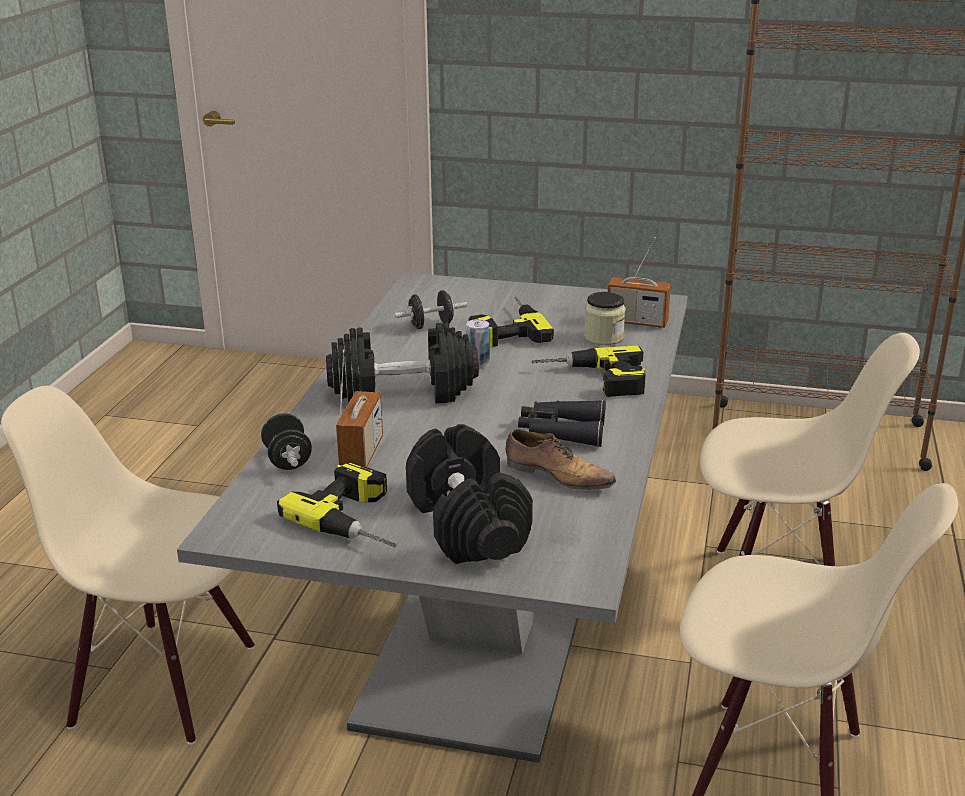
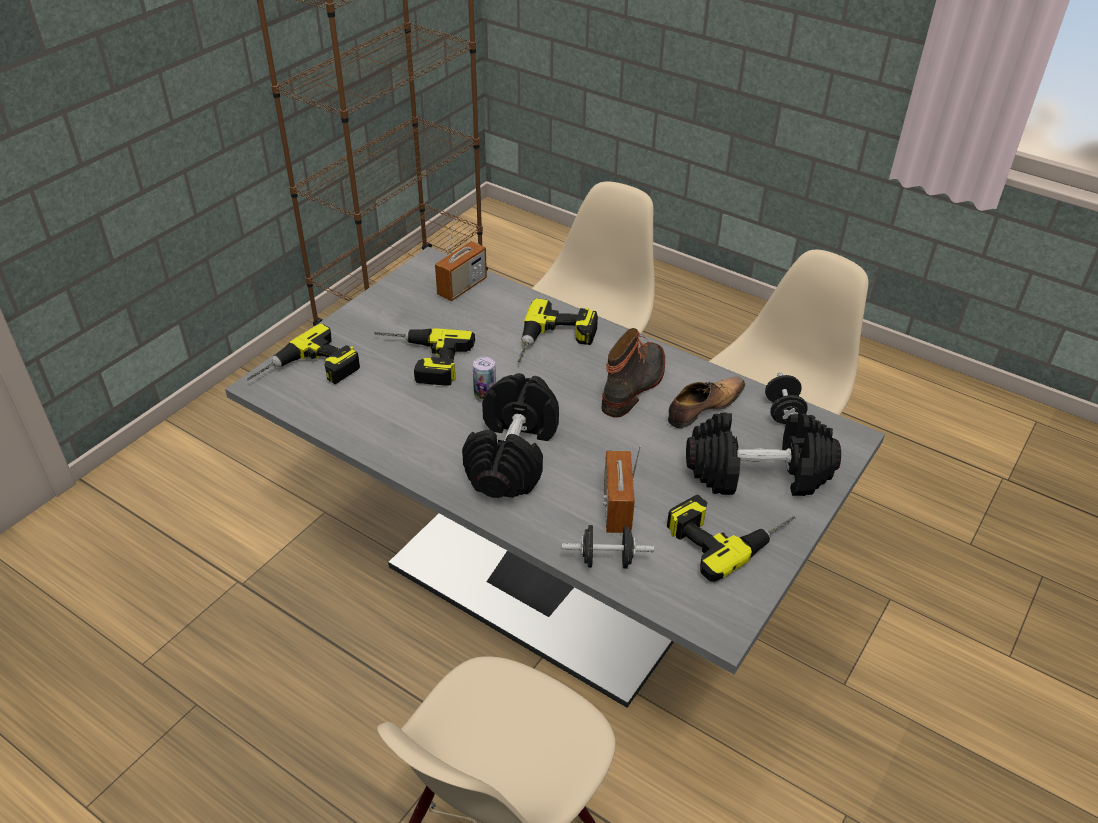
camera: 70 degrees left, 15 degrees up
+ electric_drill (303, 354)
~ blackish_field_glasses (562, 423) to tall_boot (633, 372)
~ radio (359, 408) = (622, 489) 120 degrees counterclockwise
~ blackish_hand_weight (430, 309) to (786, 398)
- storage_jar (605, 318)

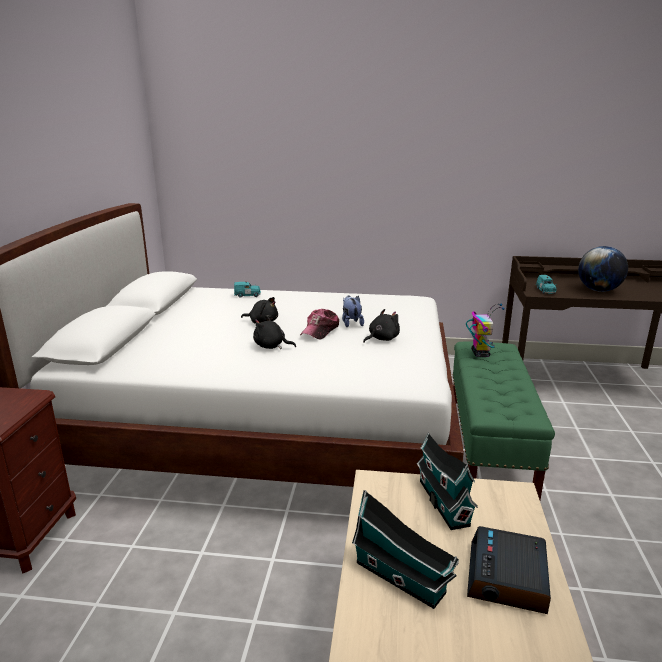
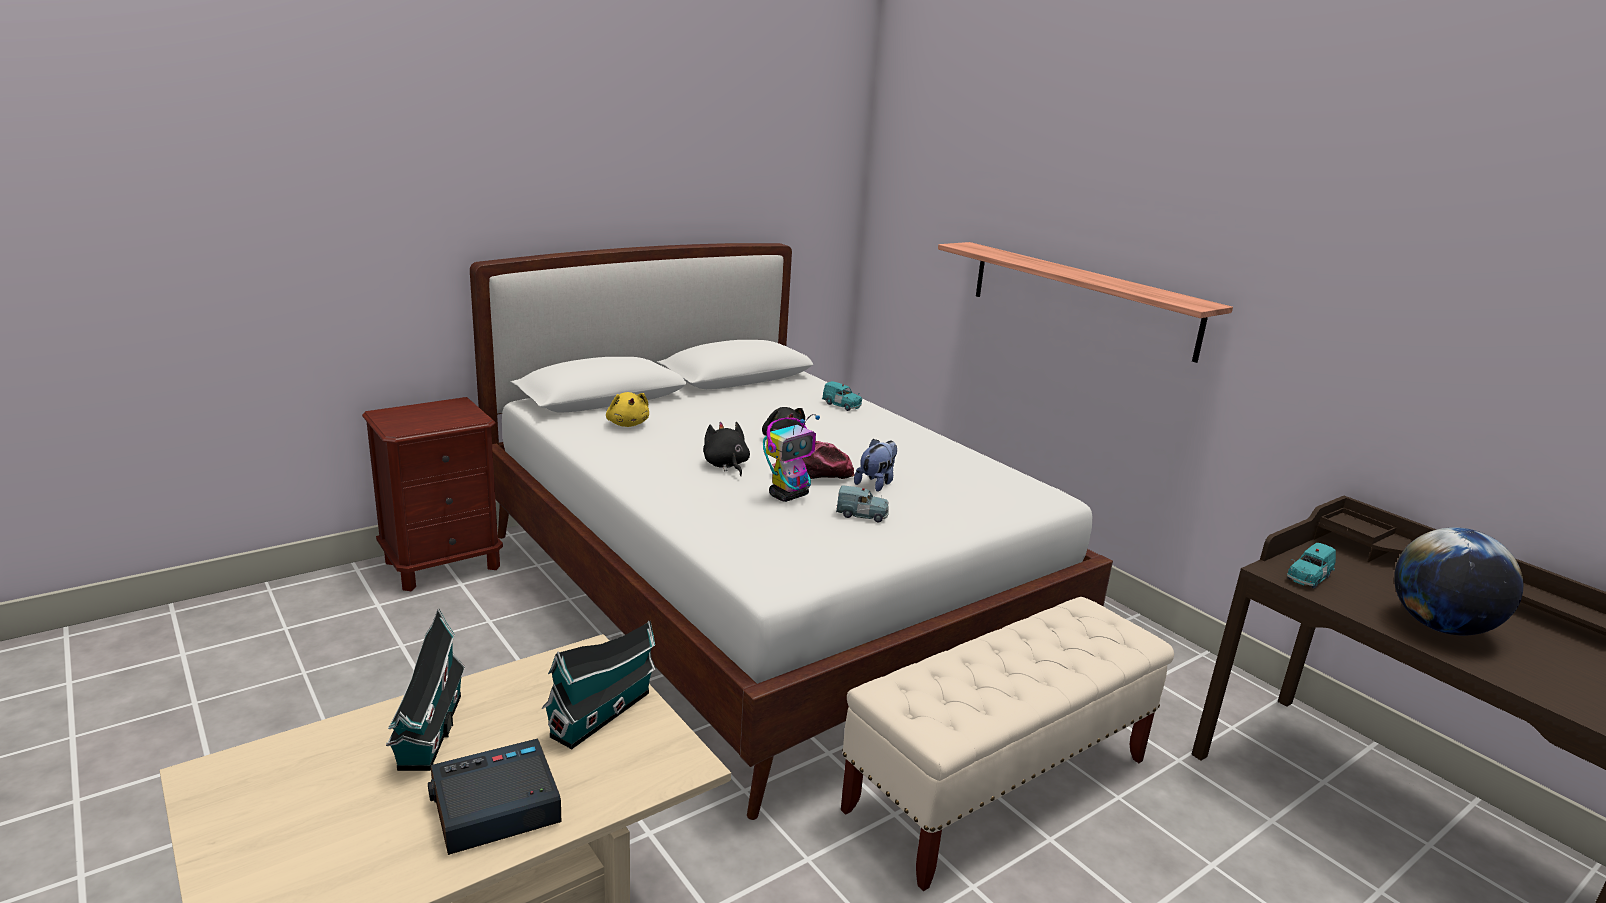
camera: 45 degrees right, 0 degrees up
+ yellow_plush_toy (627, 409)
~ model_robot (485, 330) to (791, 458)
~ blackish_plush_toy (381, 326) to bluish_toy_car (862, 503)
~ greenish_indoor_bench (503, 420) to beige_indoor_bench (1007, 744)
+ wall_shelf (1085, 302)

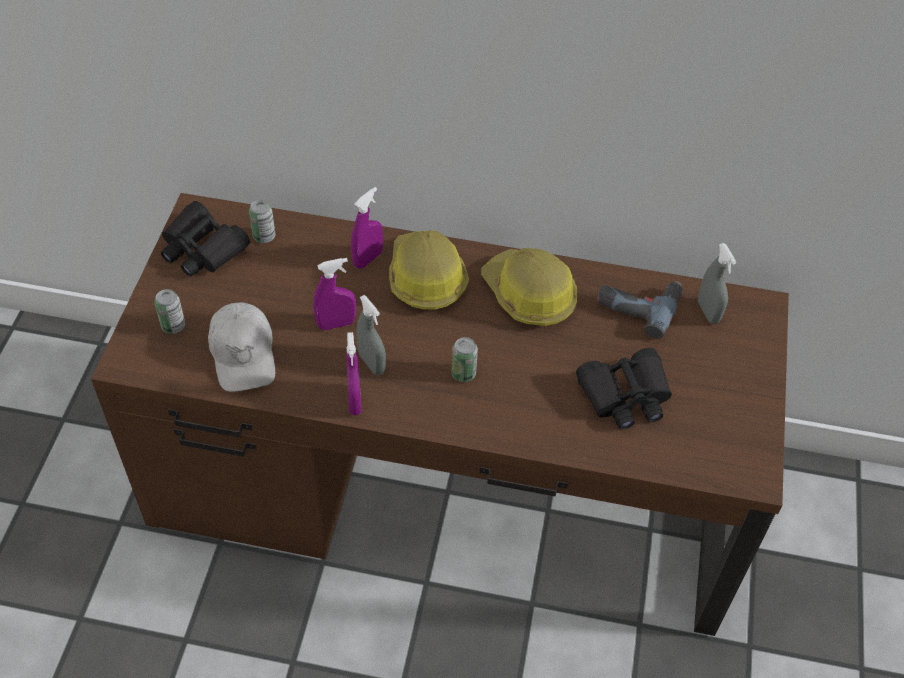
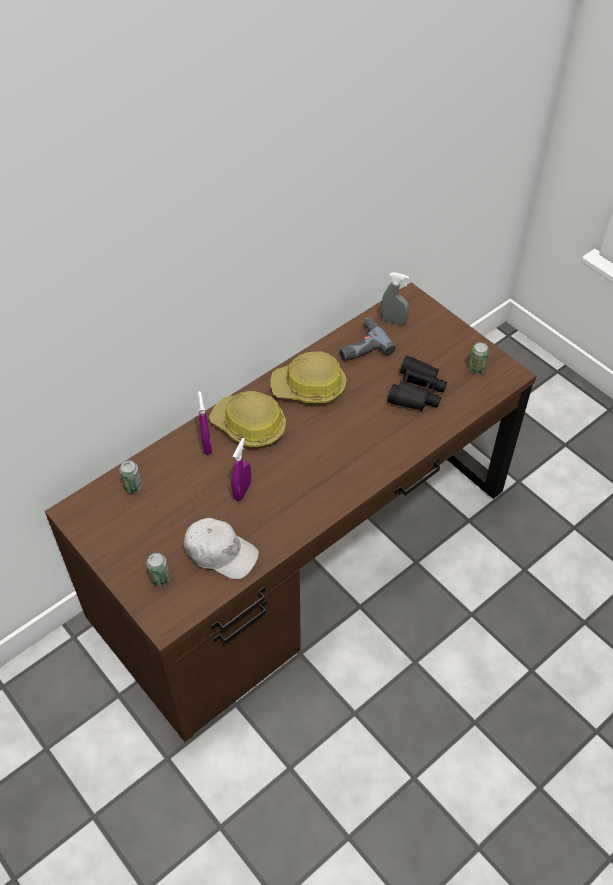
camera: 50 degrees left, 0 degrees up
~ sealed_can (464, 359) to (479, 358)
- blackish_field_glasses (205, 239)
- purple-coloured_hand_sprayer (354, 373)
- greyish_hand_sprayer (371, 335)

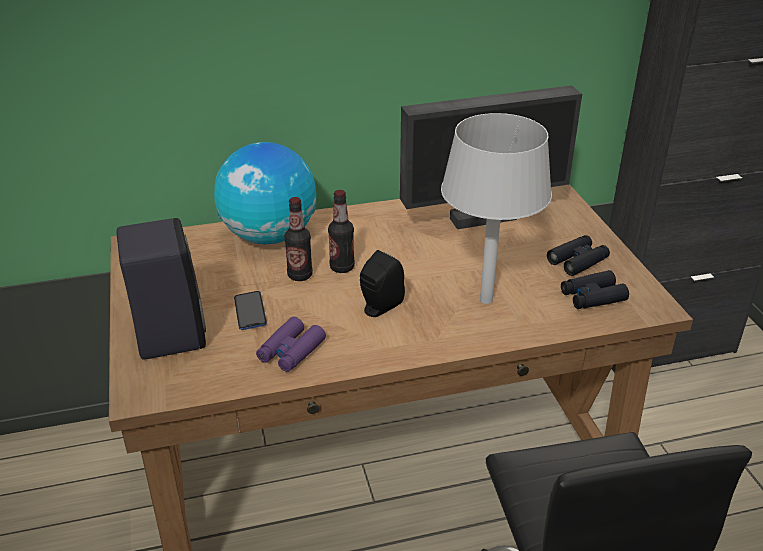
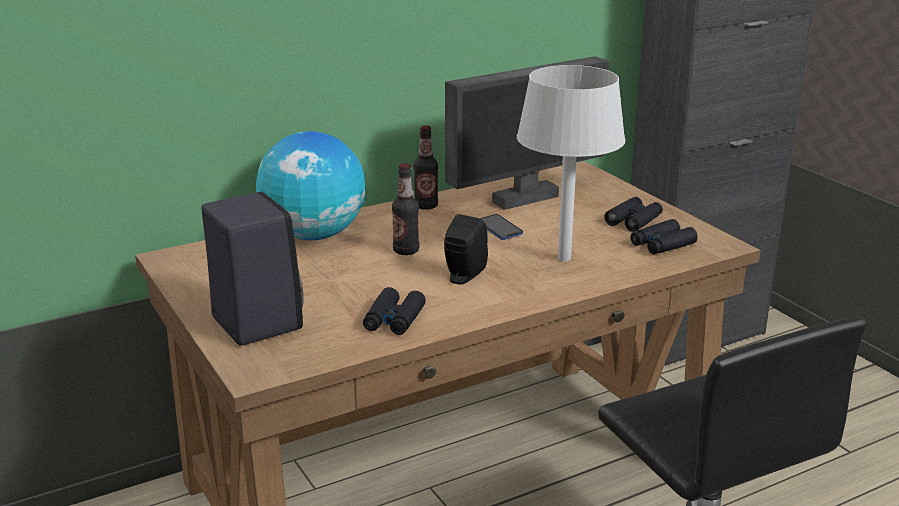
camera: 15 degrees left, 10 degrees down
~ purple-coloured_field_glasses (291, 344) to blackish_field_glasses (394, 311)
~ drink_bottle (298, 239) to (426, 167)
~ handset (250, 310) to (501, 227)

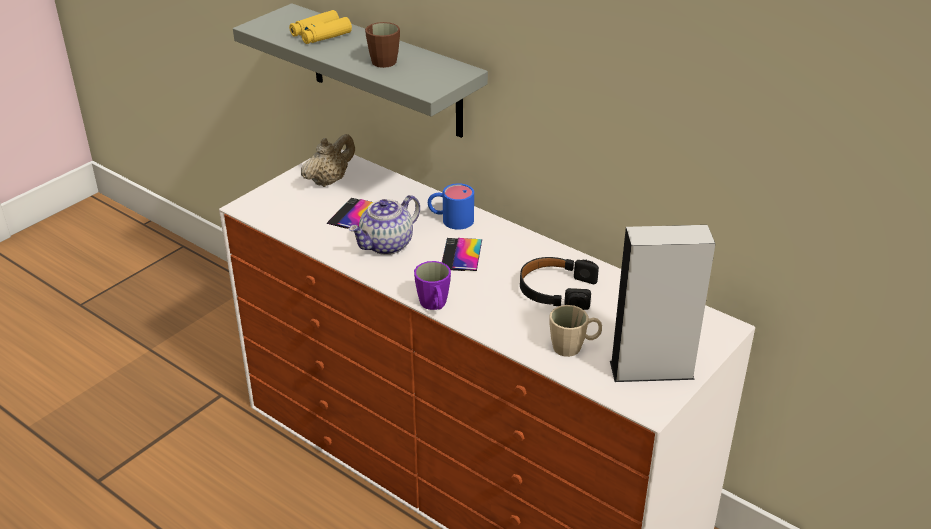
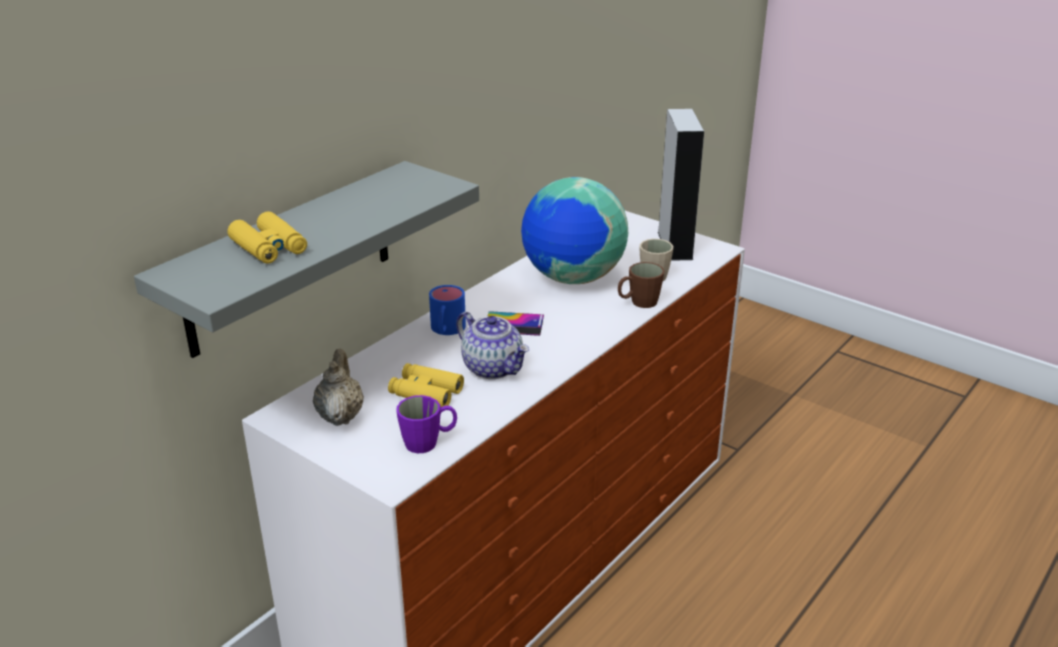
camera: 90 degrees left, 5 degrees down
~ beige_tea_pot (328, 160) = (338, 387) 45 degrees clockwise
~ handset (350, 213) to yellow_field_glasses (426, 385)
~ purple-coloured_mug (432, 285) to (426, 424)
~ blackish_headset (559, 283) to globe (574, 230)
~ brown_mug (382, 45) to (641, 285)

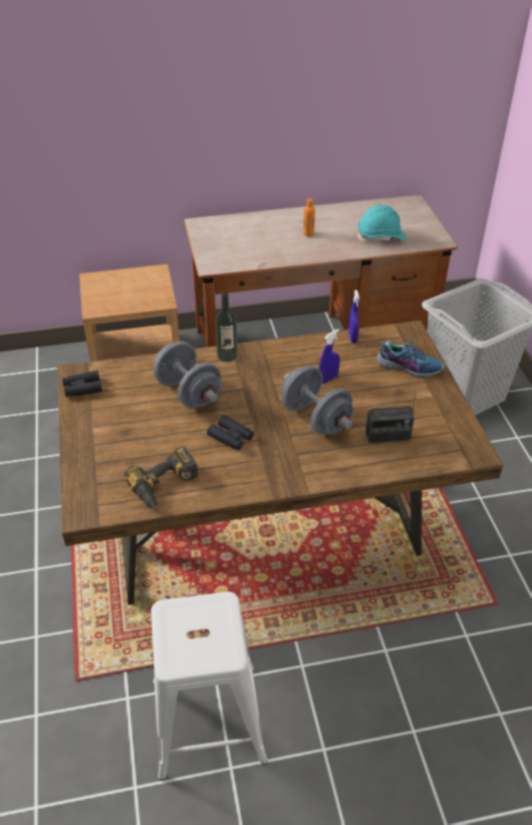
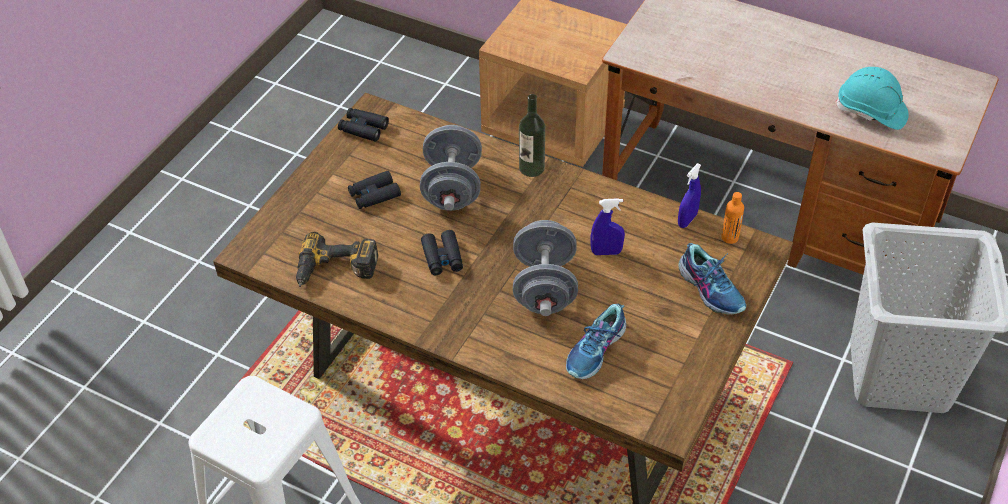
camera: 40 degrees right, 5 degrees up
+ blackish_field_glasses (374, 190)
~ radio (391, 416) to low_shoe (596, 341)
~ orangey_drink_bottle (309, 217) to (732, 218)

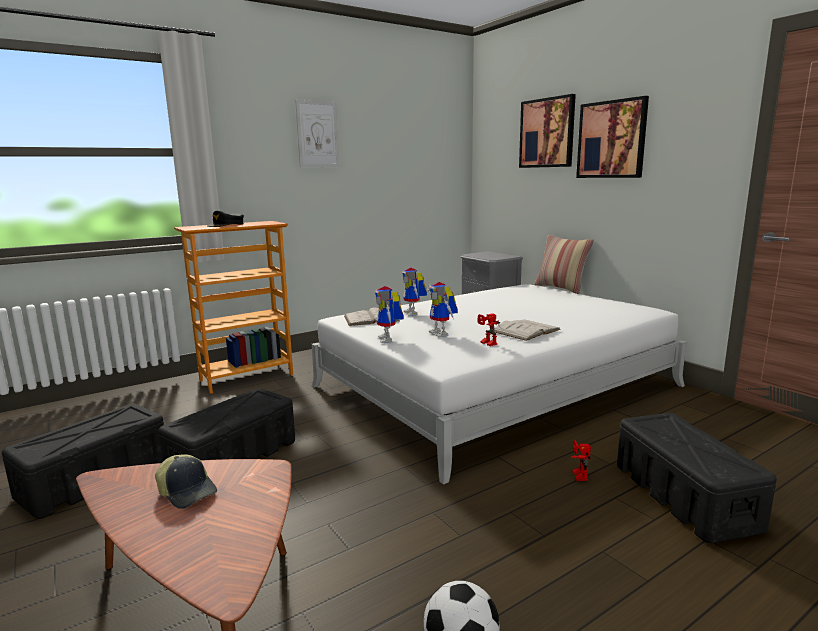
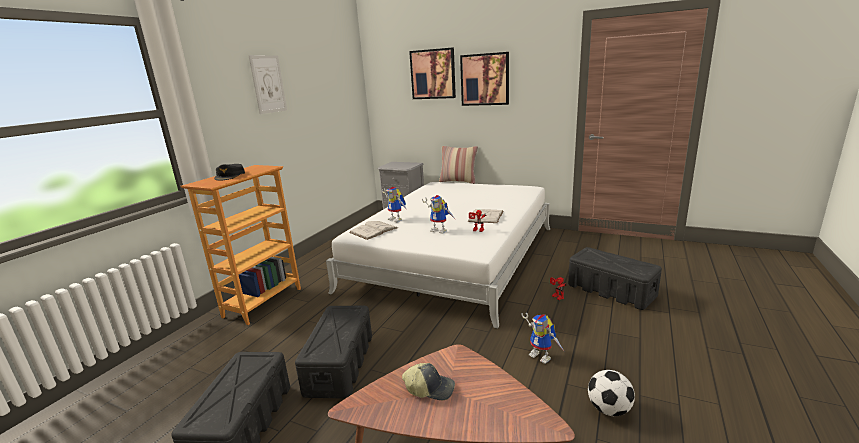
camera: 30 degrees left, 5 degrees up
~ model_robot (389, 314) to (542, 338)

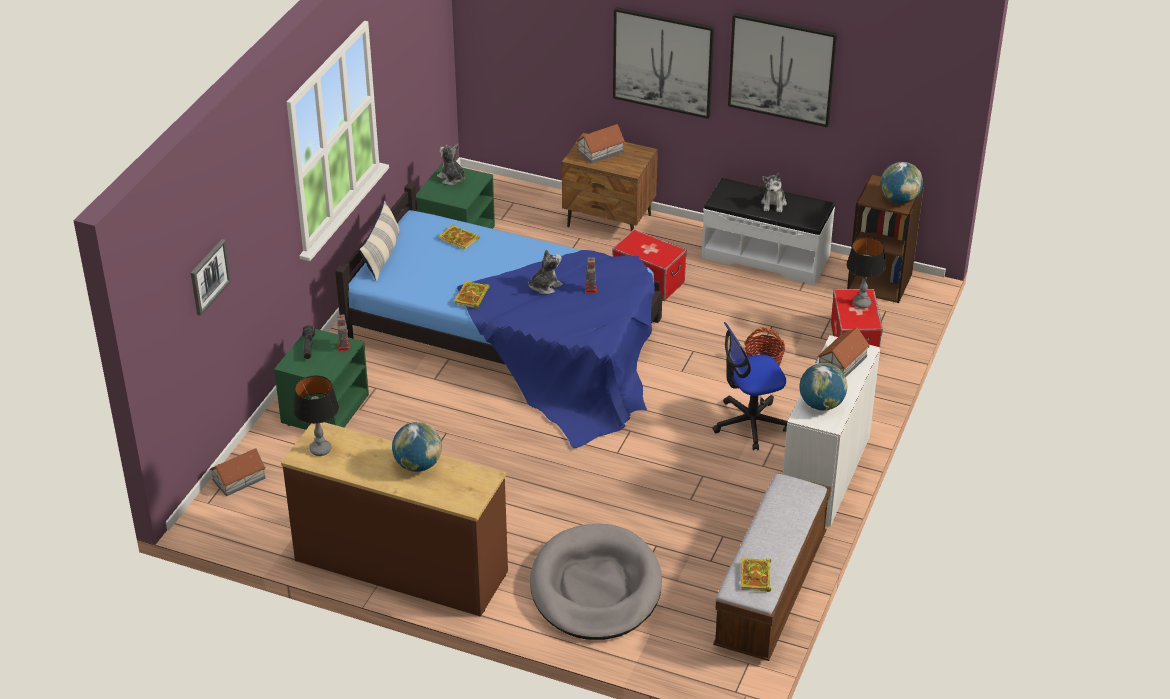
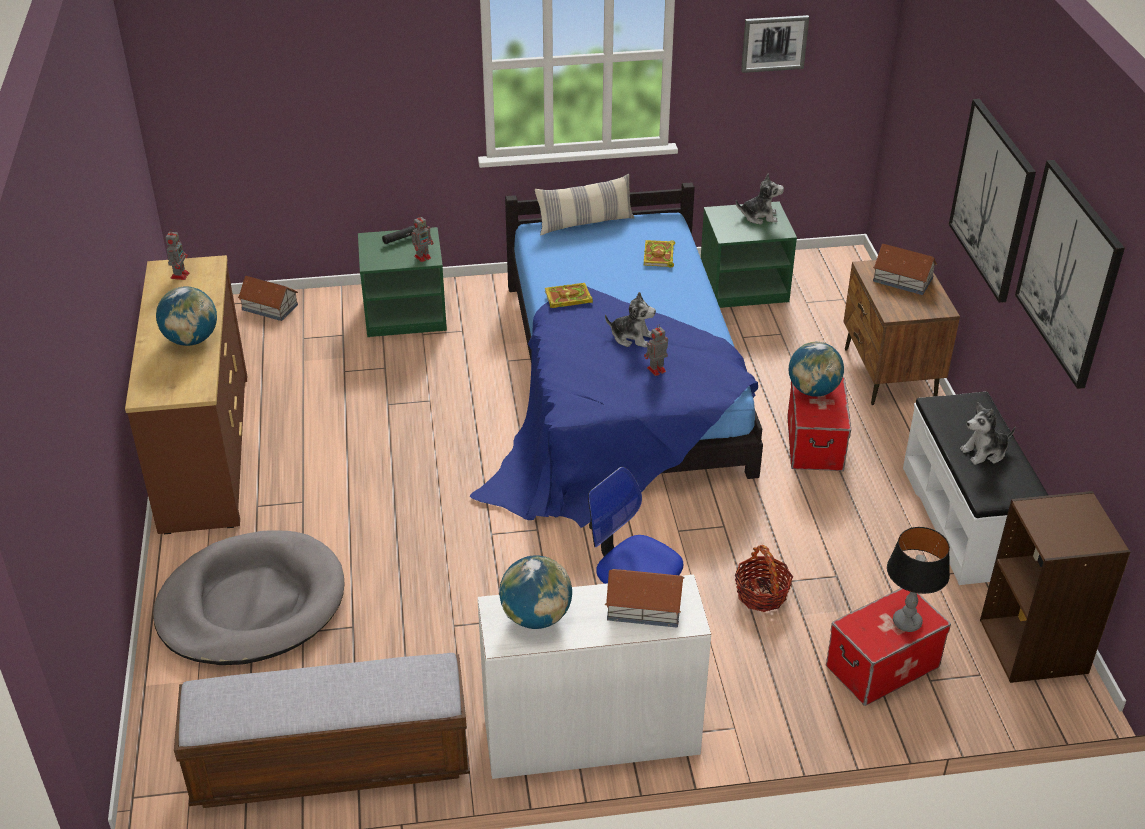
camera: 60 degrees right, 0 degrees up
~ lamp_for_a_table (316, 415) to model_robot (177, 254)
~ plush_toy (451, 164) = (760, 199) 75 degrees clockwise
~ picture (211, 277) to (775, 44)
~ globe (902, 183) to (816, 369)
- volume (756, 575)

